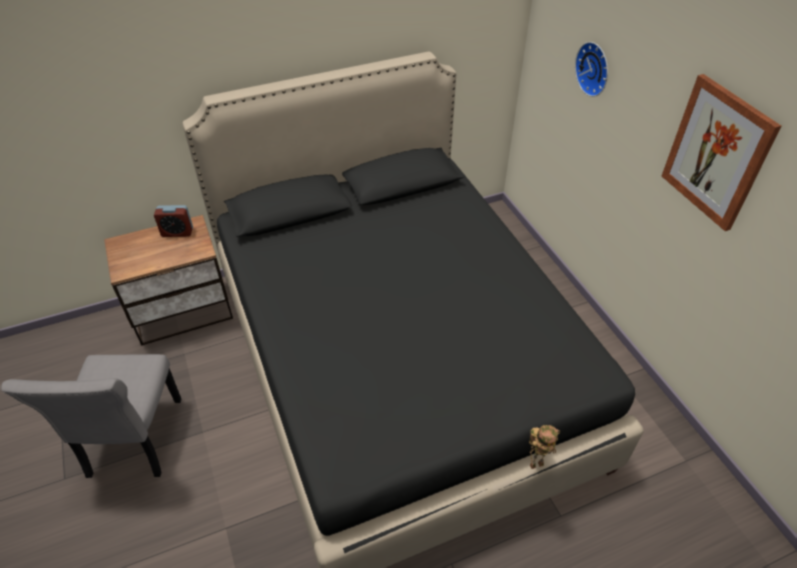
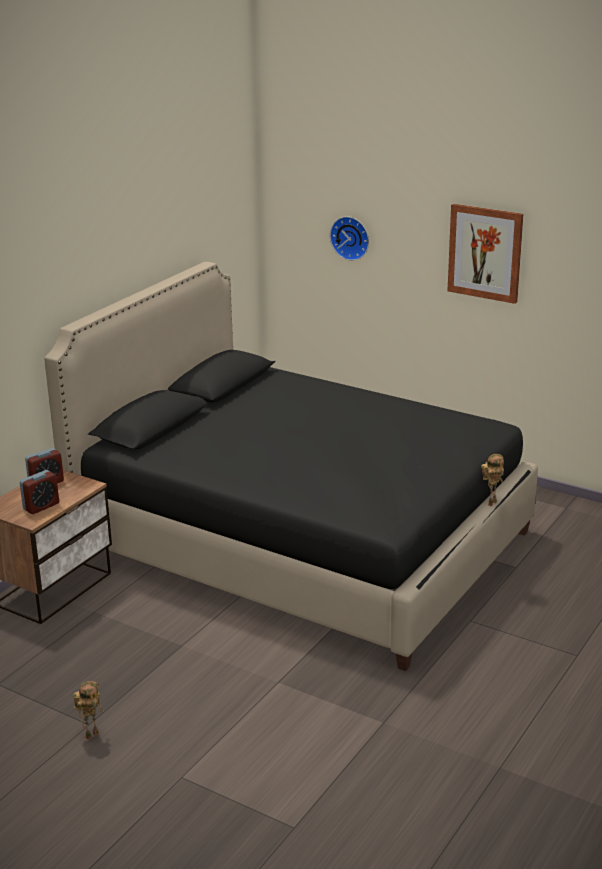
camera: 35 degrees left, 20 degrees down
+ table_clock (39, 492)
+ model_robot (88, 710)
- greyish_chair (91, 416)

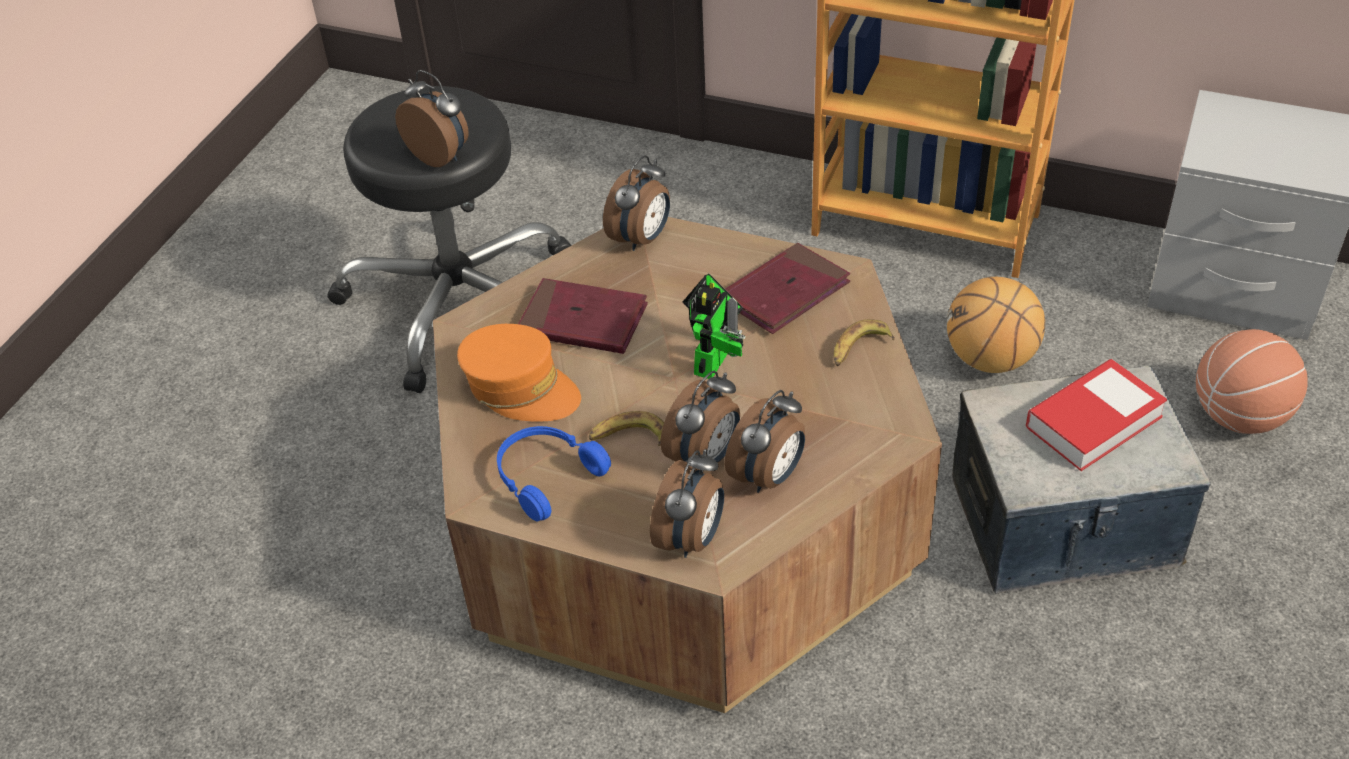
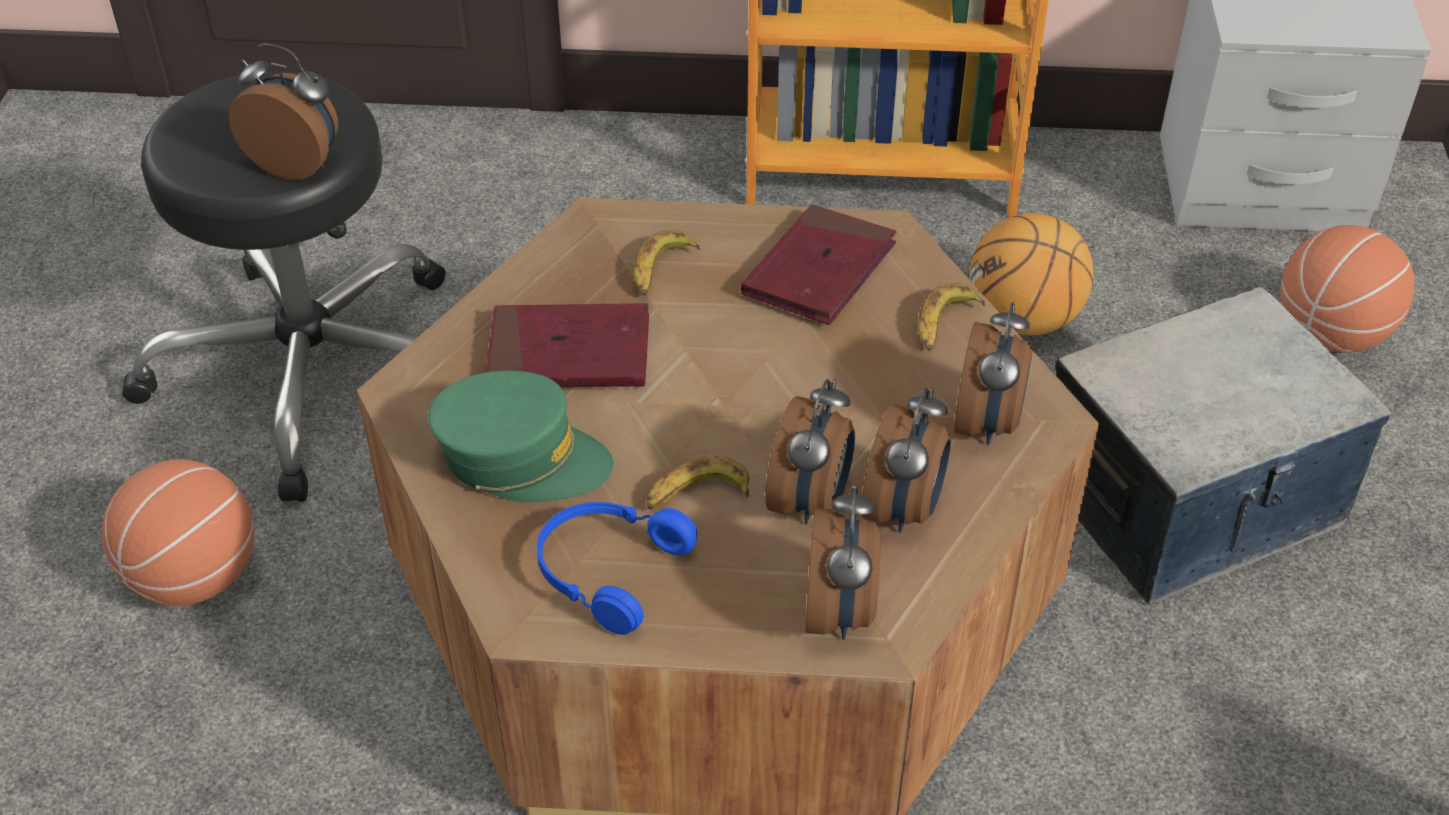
camera: 20 degrees left, 0 degrees up
+ basketball (178, 533)
~ orangey_cap (519, 372) to greenish_cap (520, 437)
+ banana (667, 263)
~ table_clock (636, 203) to (993, 373)
- model_robot (714, 326)
- volume (1096, 415)

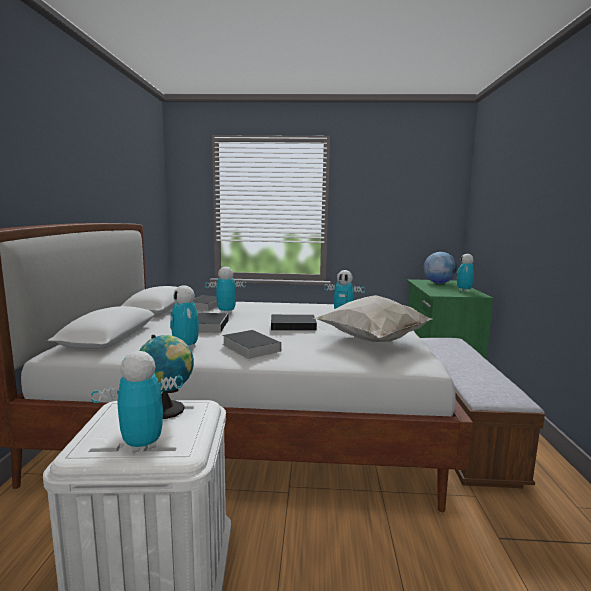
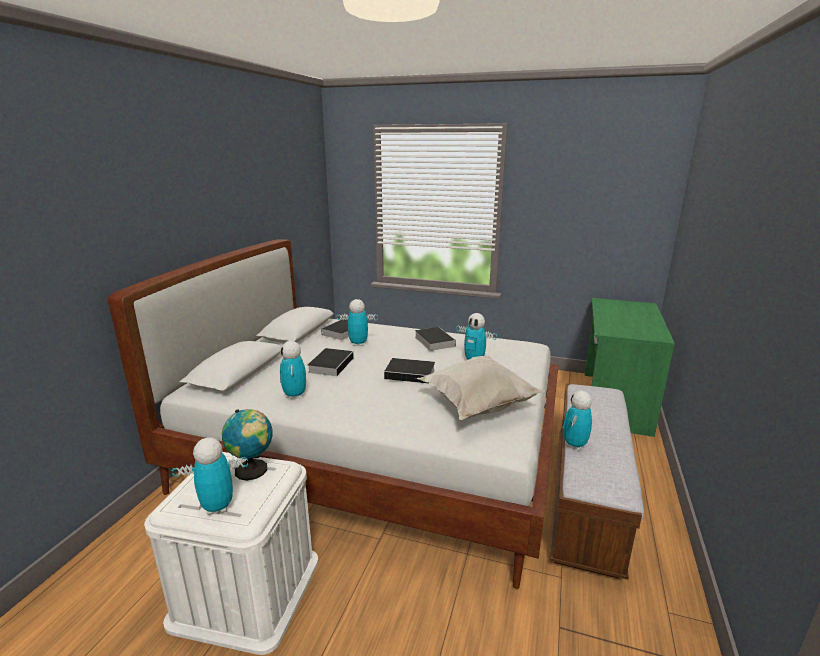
camera: 15 degrees right, 10 degrees up
~ volume (251, 344) to (435, 339)
~ model_robot (465, 273) to (577, 420)
- globe (440, 267)

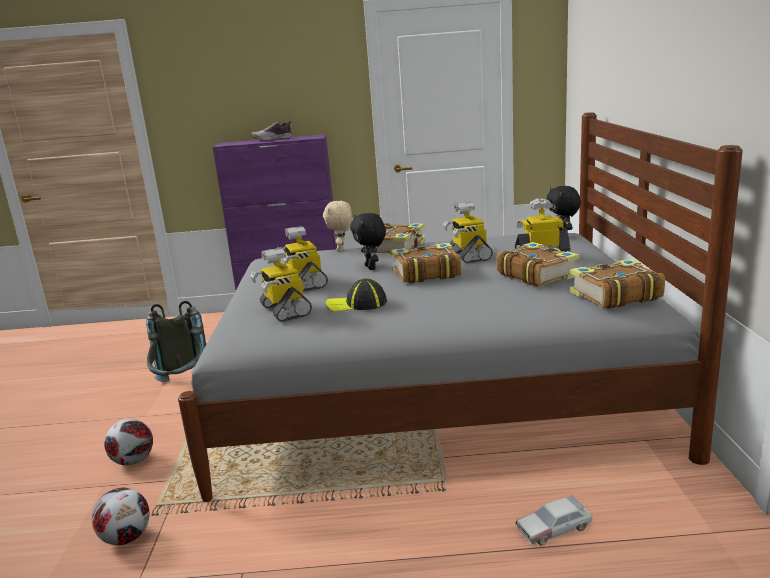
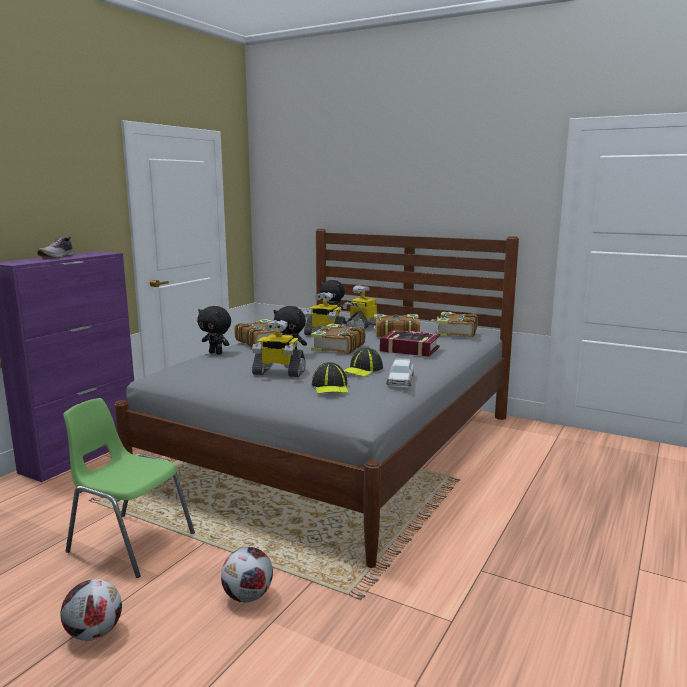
camera: 60 degrees left, 5 degrees down
~ football (121, 516) to (91, 610)
~ greyish_rucksack (176, 341) to greenish_chair (129, 488)
~ beige_plush_toy (337, 226) to blackish_plush_toy (214, 330)
~ model_robot (281, 285) to cap (330, 378)
+ volume (410, 343)
~ toy_car (554, 520) to (400, 372)

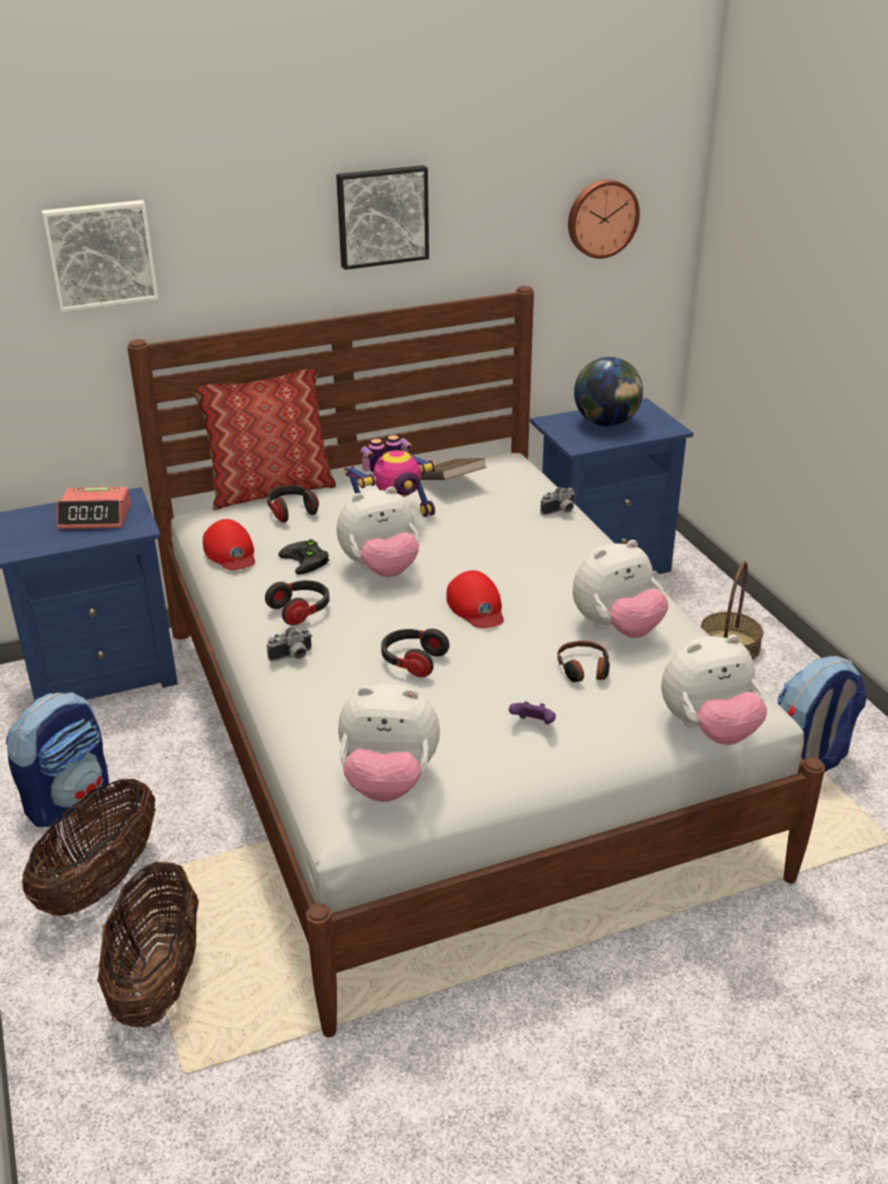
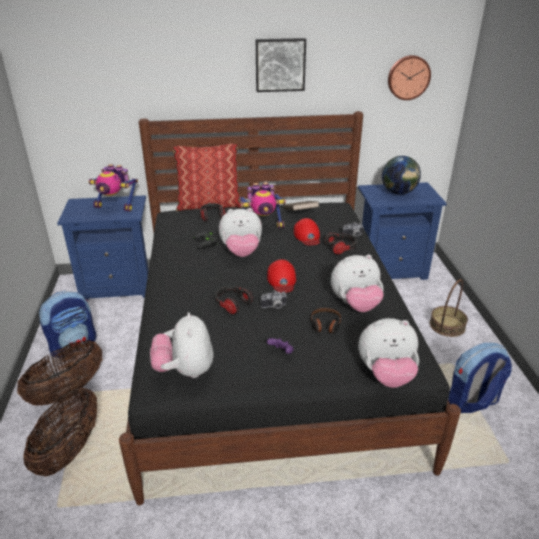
camera: 15 degrees right, 0 degrees up
~ table_clock (94, 508) to model_robot (113, 188)
~ white-coloured_bed (476, 661) to blackish_bed (290, 308)
~ plush_toy (389, 743) = (181, 345) 60 degrees clockwise
~ still_camera (289, 644) to (274, 299)
~ red-coloured_cap (229, 544) to (307, 231)
~ headset (297, 602) to (340, 243)
- picture (99, 256)

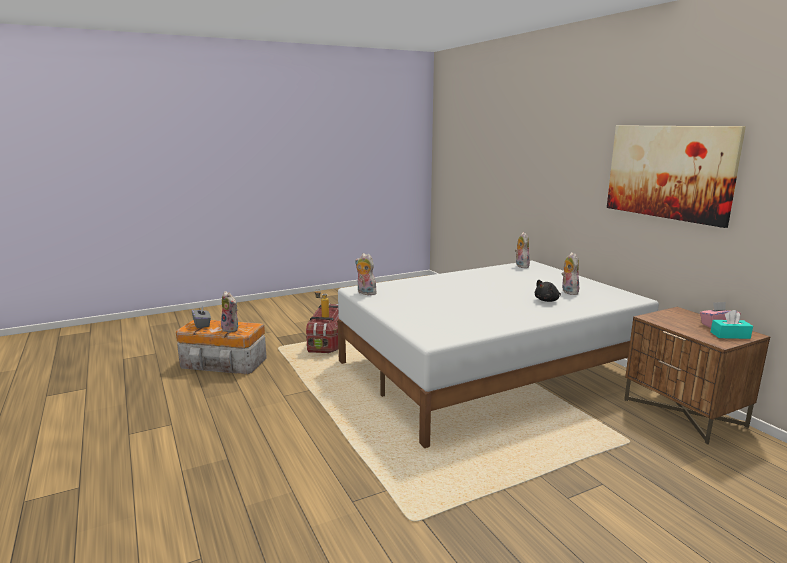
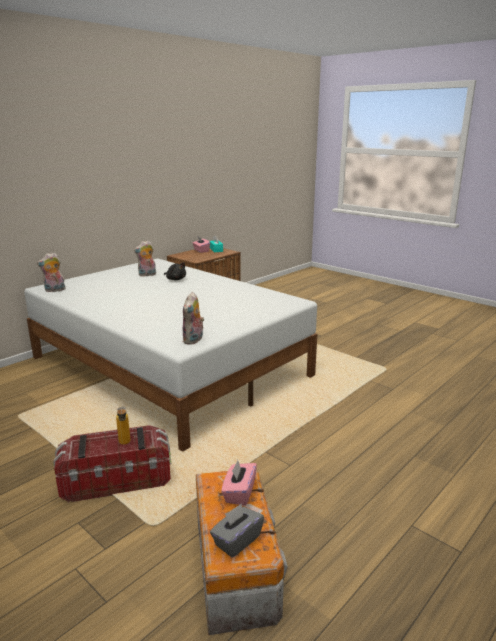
camera: 110 degrees left, 5 degrees up
~ plush_toy (229, 312) to pink-coloured_box_of_tissues (239, 483)
- picture (676, 176)

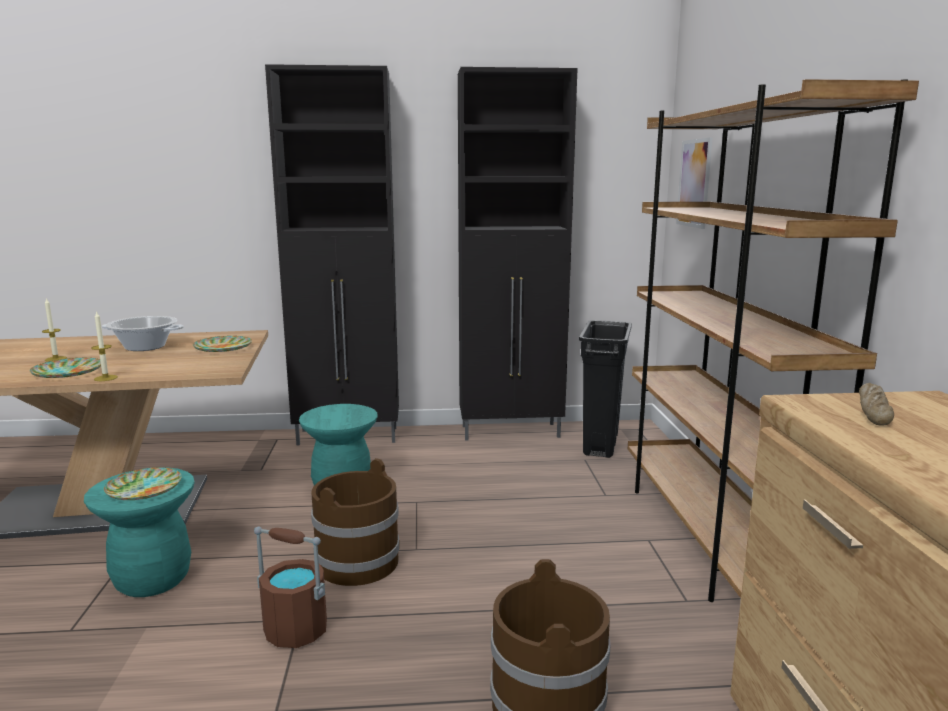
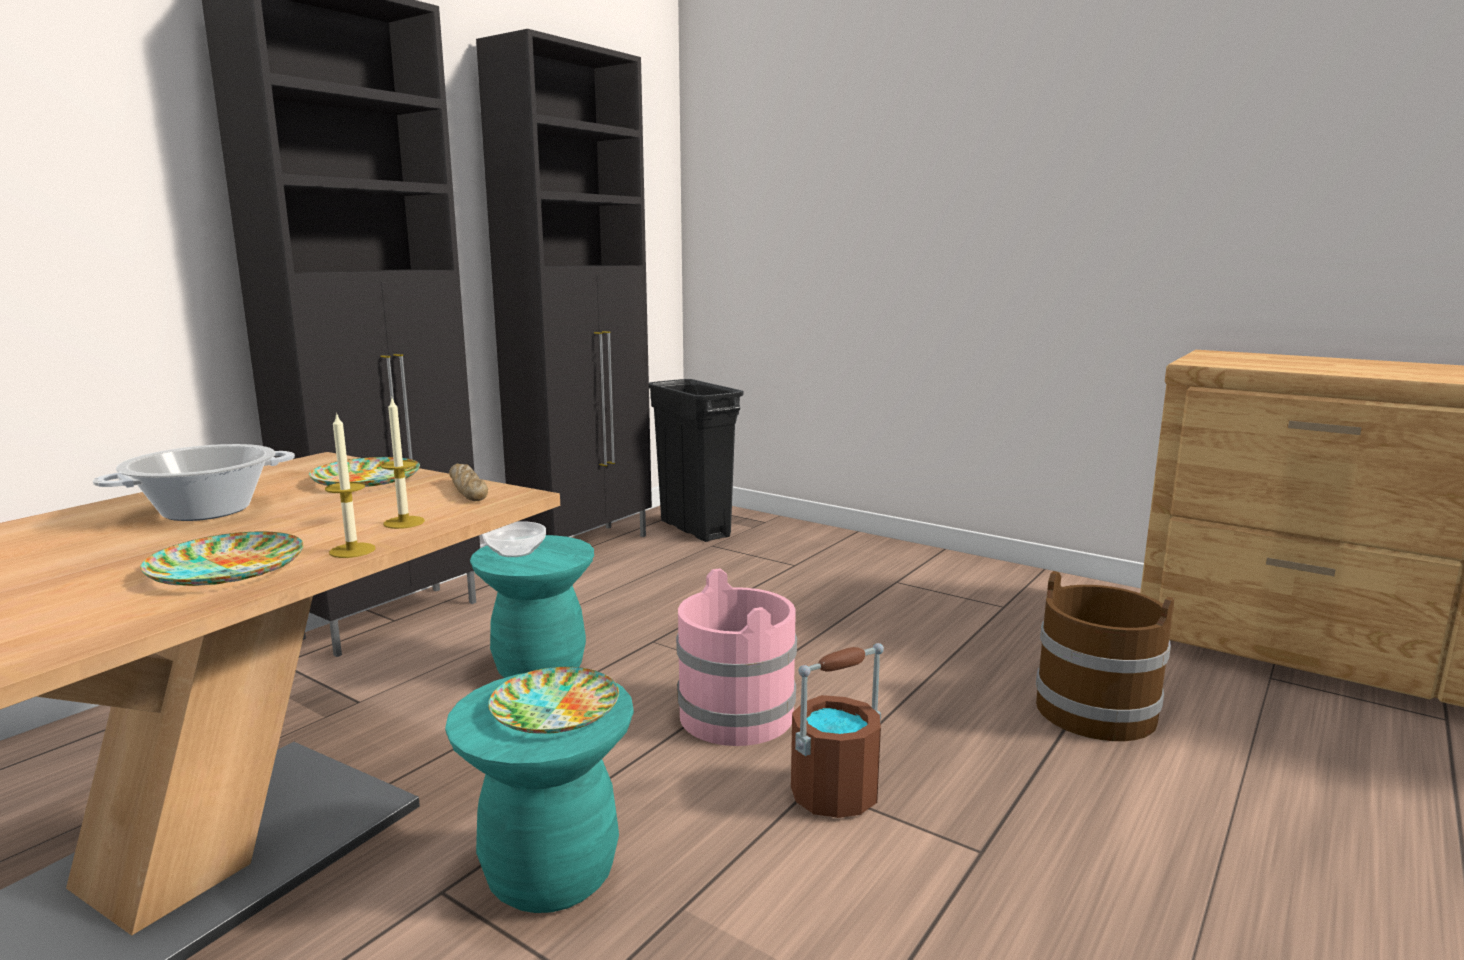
camera: 50 degrees left, 0 degrees up
~ candle (54, 330) to (402, 463)
~ bread (876, 404) to (468, 482)
+ serving_bowl (514, 539)
~ brown_bucket (355, 522) to pink-coloured_bucket (736, 657)
- brown_shelving_unit (773, 340)
- picture (694, 183)

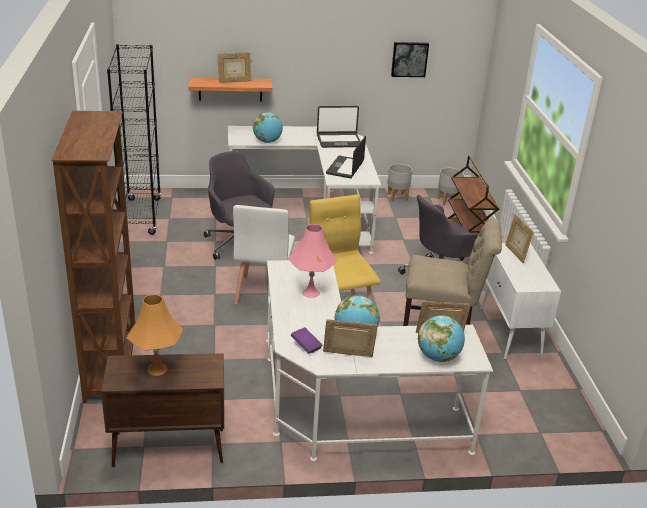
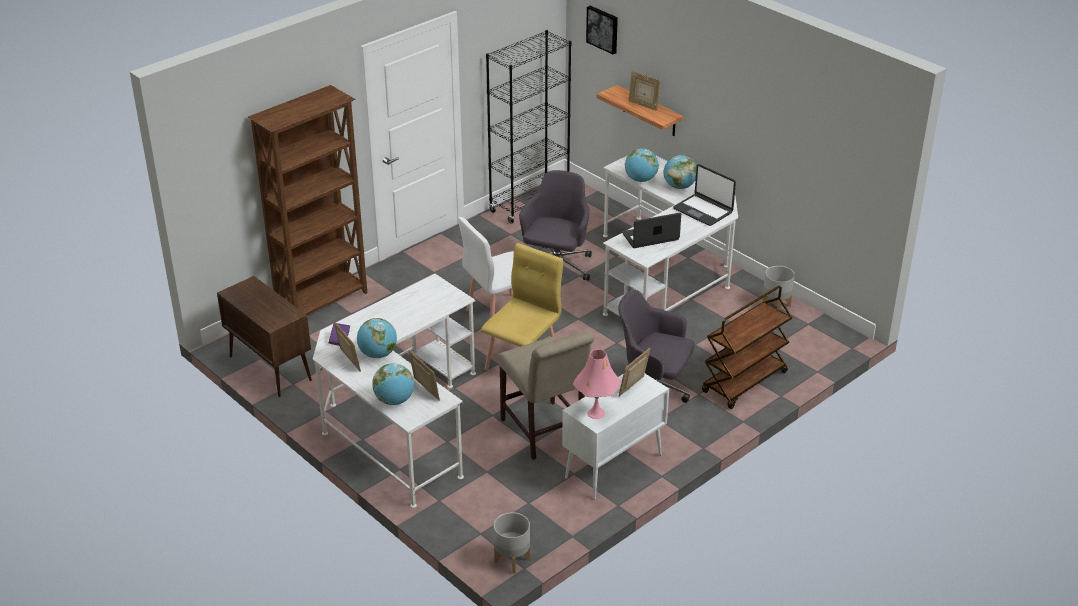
camera: 55 degrees right, 5 degrees up
~ greyish_planter (450, 187) to (512, 543)
~ pink-coloured_lamp_for_a_table (312, 261) to (597, 384)
~ picture (410, 59) to (602, 30)
+ globe (680, 172)
- orangey_lamp_for_a_table (155, 335)

